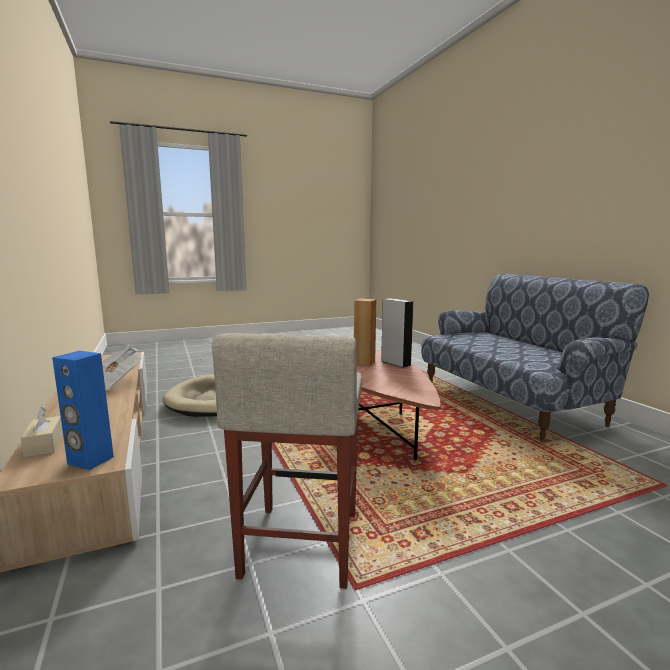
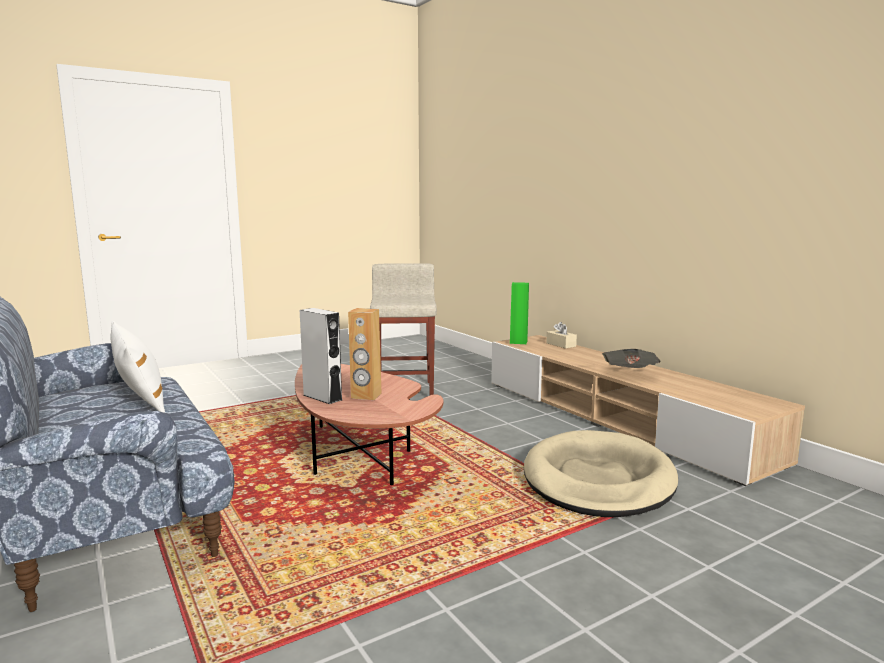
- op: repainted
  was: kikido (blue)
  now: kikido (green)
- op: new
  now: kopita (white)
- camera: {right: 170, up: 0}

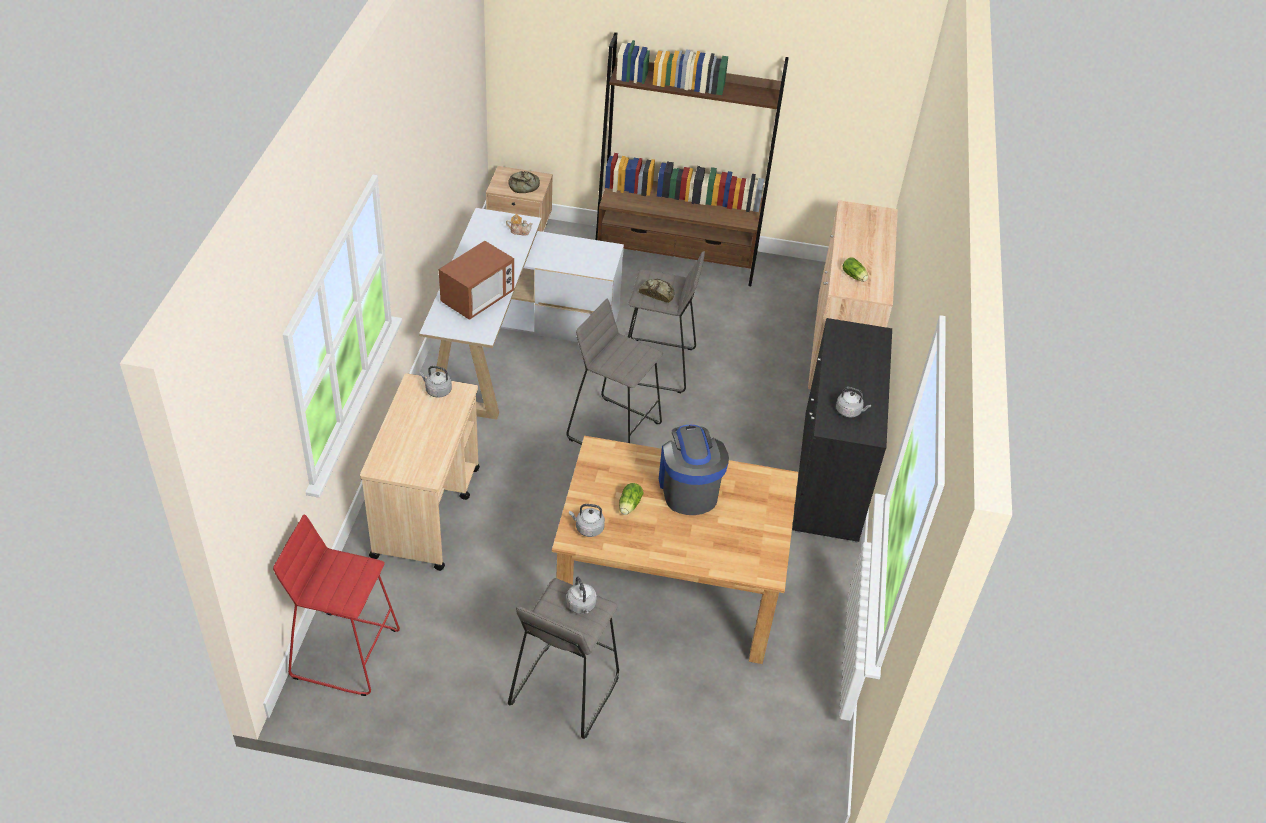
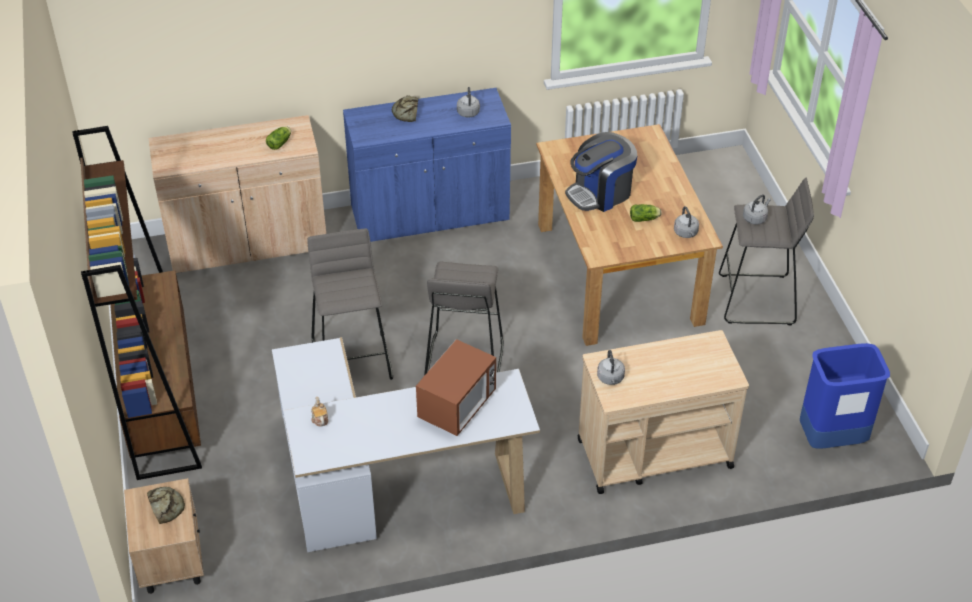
- op: rotated
  was: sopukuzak
  clockwise: 105
- op: shifted
  was: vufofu (no. 2 from left)
- op: repainted
  was: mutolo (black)
  now: mutolo (blue)
- op: swapped
  was: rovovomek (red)
  now: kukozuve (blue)
- camera: {right: -110, up: 0}

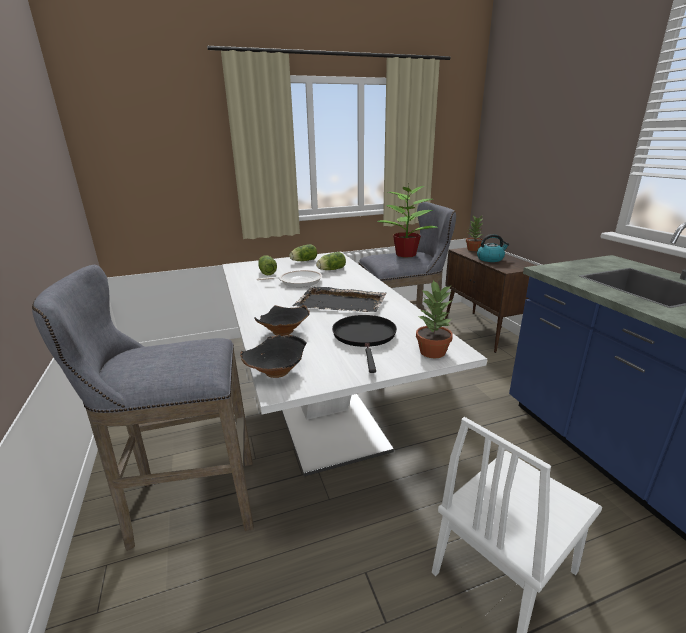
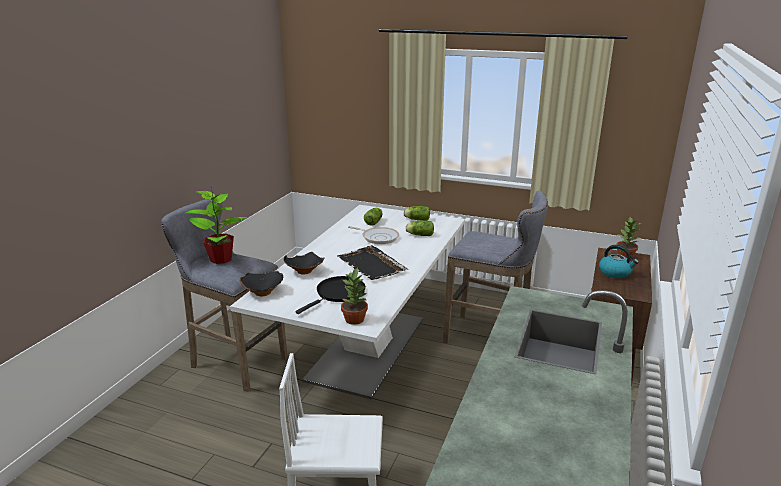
- op: shifted
  was: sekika (no. 1 from left)
- camera: {right: 40, up: 0}

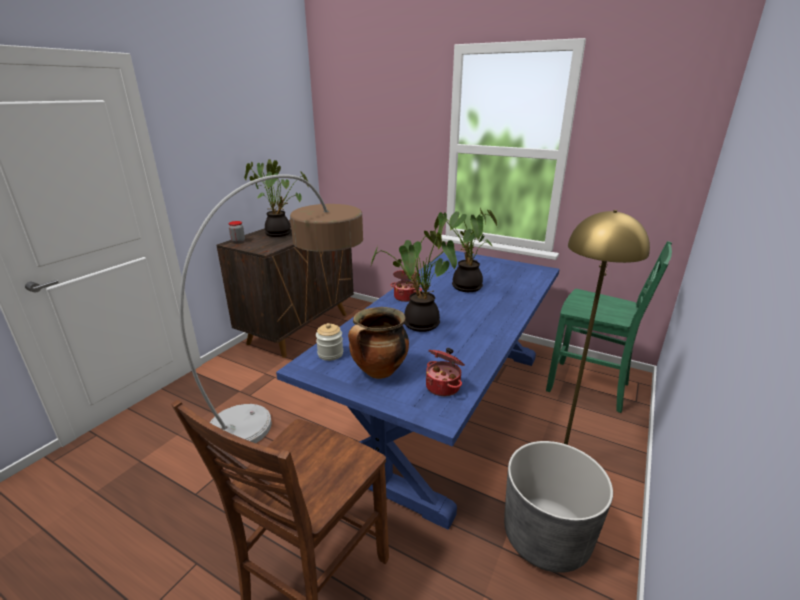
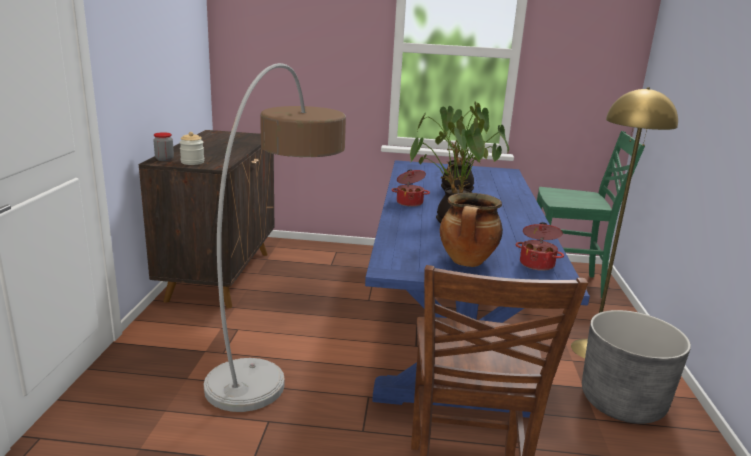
- op: gone
  was: sekika (no. 1 from left)
- op: shifted
  was: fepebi (no. 2 from left)
- camera: {right: -25, up: -5}

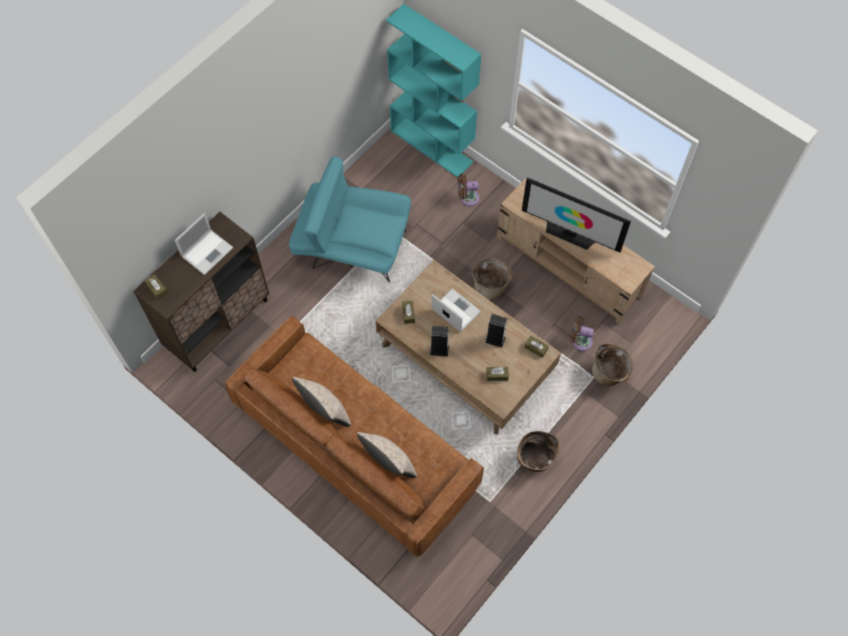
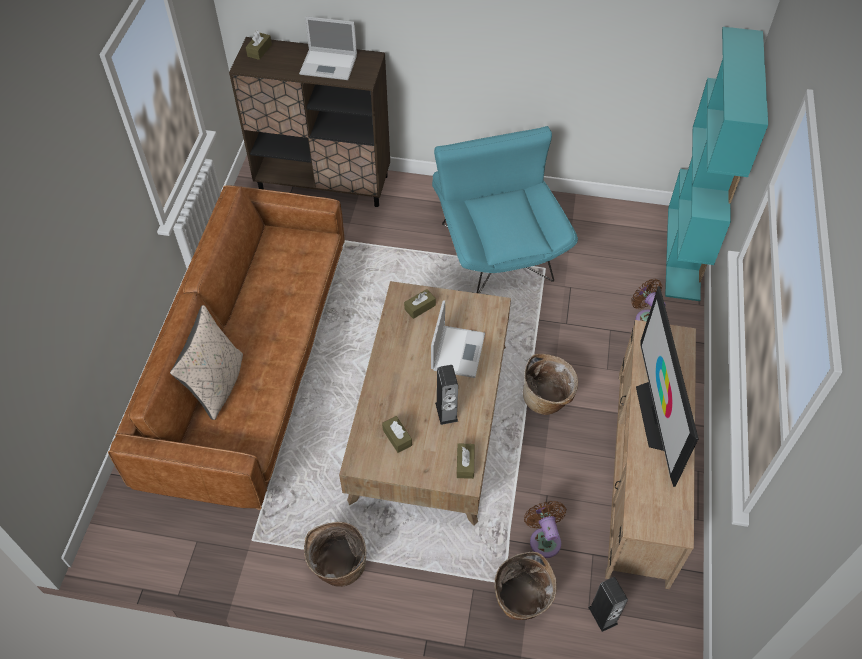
- op: shifted
  was: kikido (no. 1 from left in the first image)
  now: kikido (no. 2 from left)
- op: gone
  was: kopita (beige) (no. 1 from left)
- camera: {right: 60, up: -10}

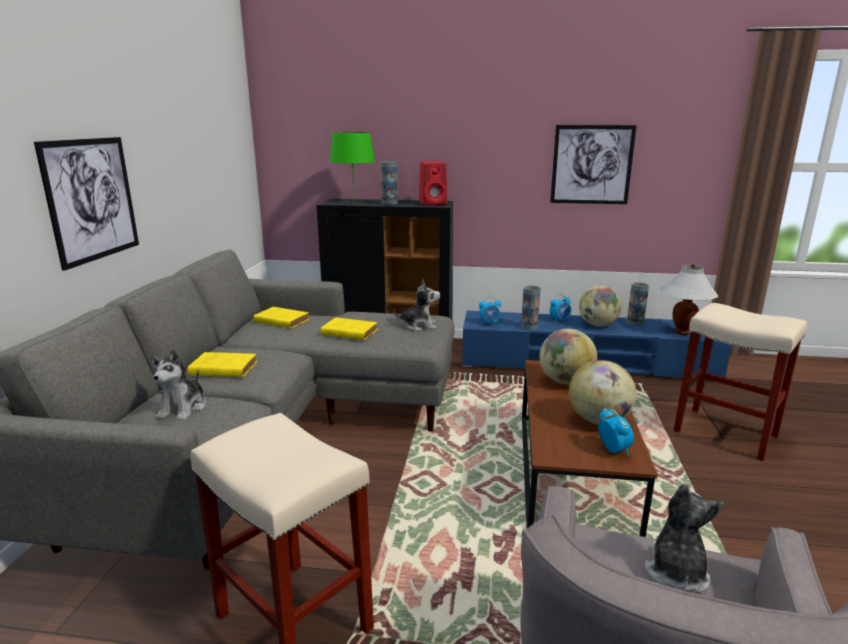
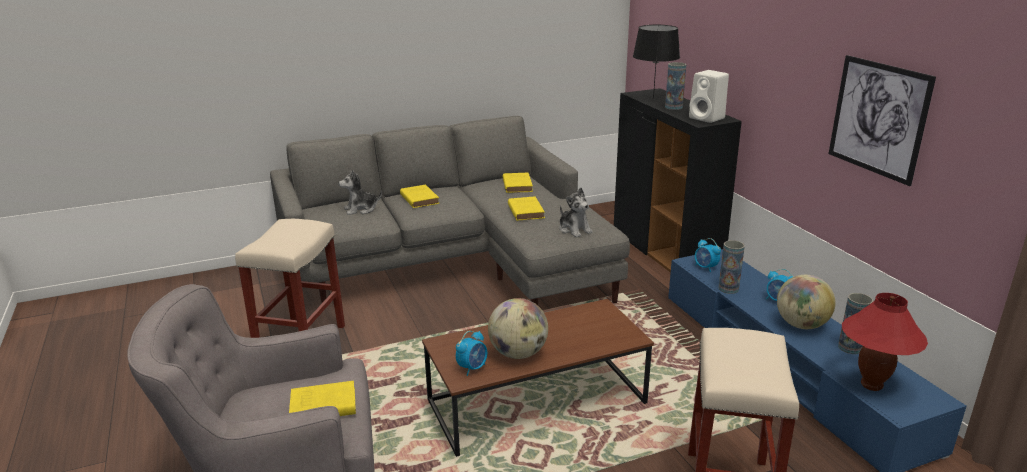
- op: repainted
  was: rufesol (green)
  now: rufesol (black)
- op: gone
  was: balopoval (no. 1 from left)
- op: repainted
  was: kikido (red)
  now: kikido (white)
- op: repainted
  was: rufesol (white)
  now: rufesol (red)
- op: gone
  was: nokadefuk (no. 1 from left)
- op: swapped
  was: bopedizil (no. 3 from left)
  now: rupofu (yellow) (no. 1 from left)
- camera: {right: 60, up: 5}

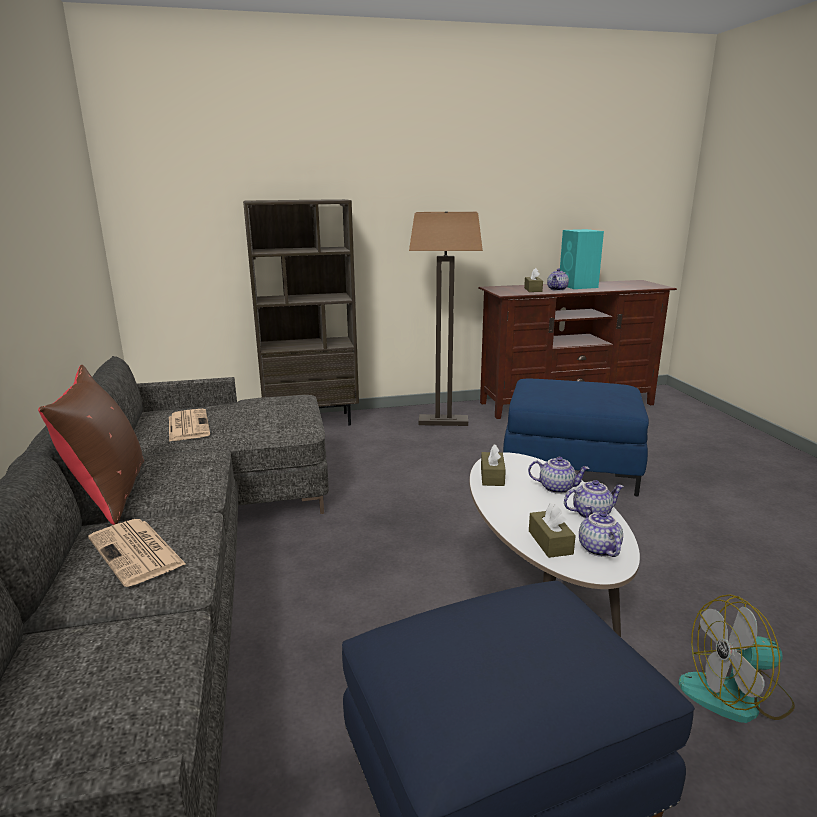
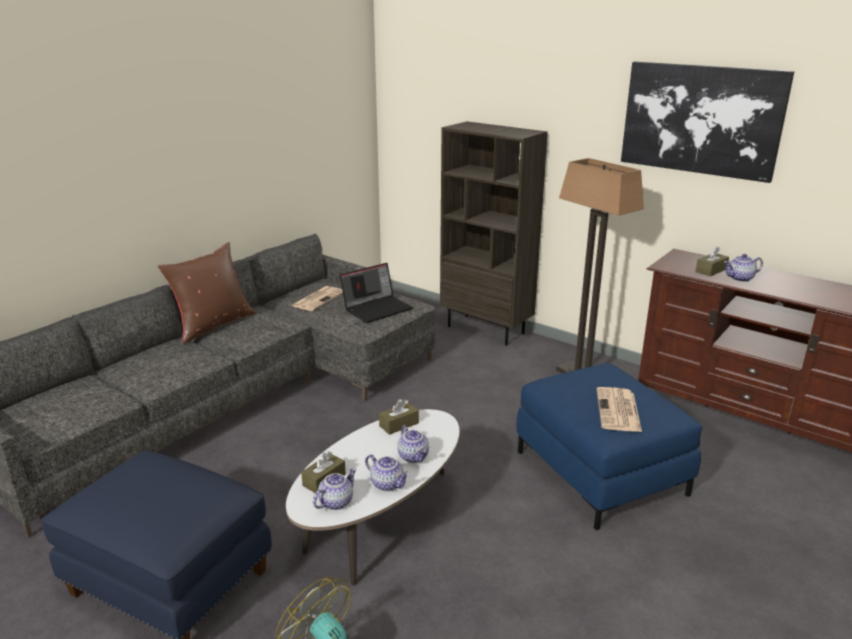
- op: gone
  was: kikido (turquoise)
- op: shifted
  was: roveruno (no. 1 from left in the first image)
  now: roveruno (no. 2 from left)
- op: new
  now: balopoval
- op: new
  now: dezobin
- camera: {right: 50, up: 5}

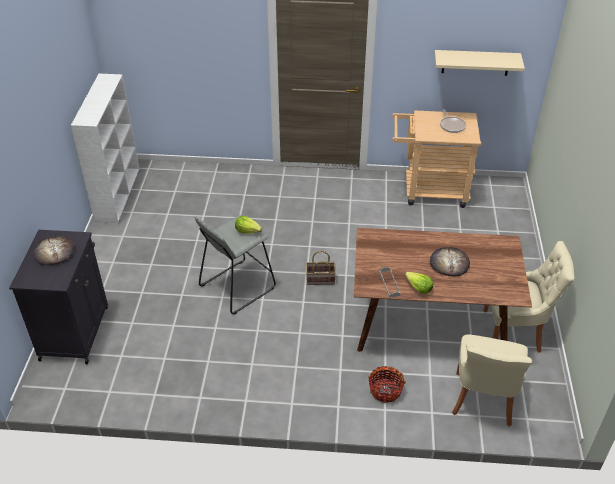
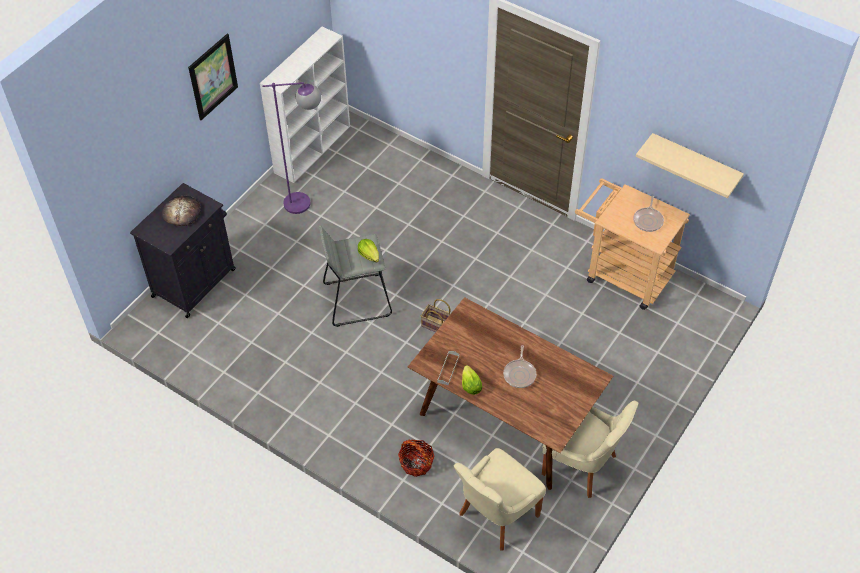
- op: swapped
  was: vufofu (no. 2 from left)
  now: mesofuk (no. 1 from left)
- op: new
  now: balopoval
- op: new
  now: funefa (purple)
- camera: {right: 30, up: 10}

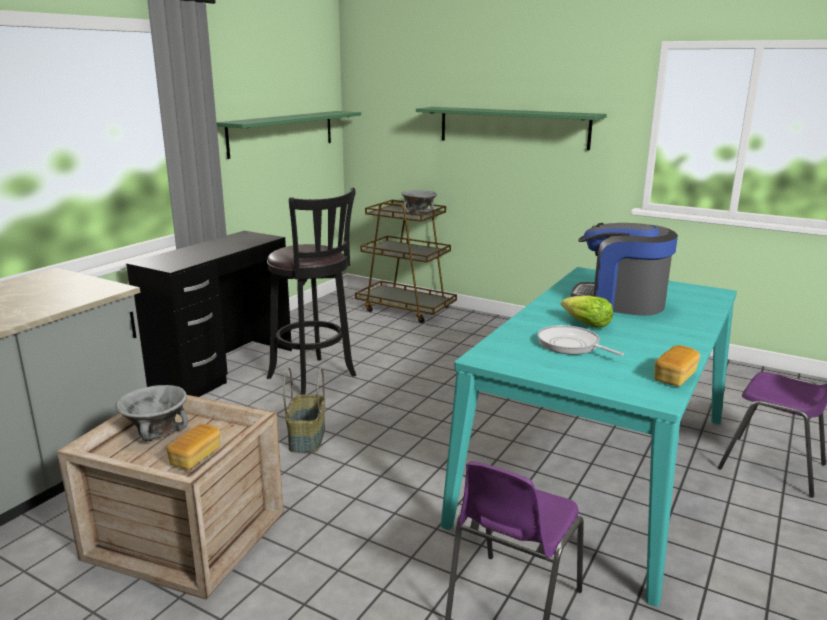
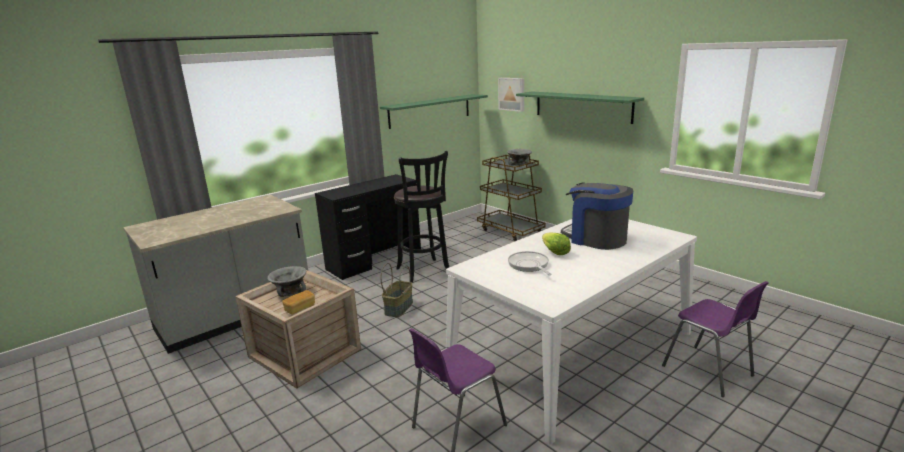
- op: repainted
  was: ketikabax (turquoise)
  now: ketikabax (white)
- op: gone
  was: vufofu (no. 2 from left)
- op: new
  now: balopoval
- camera: {right: 20, up: 0}

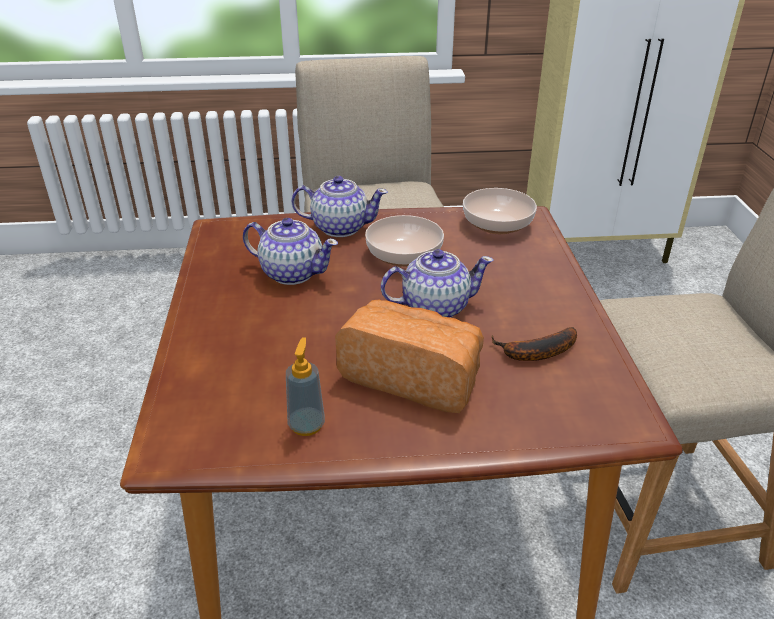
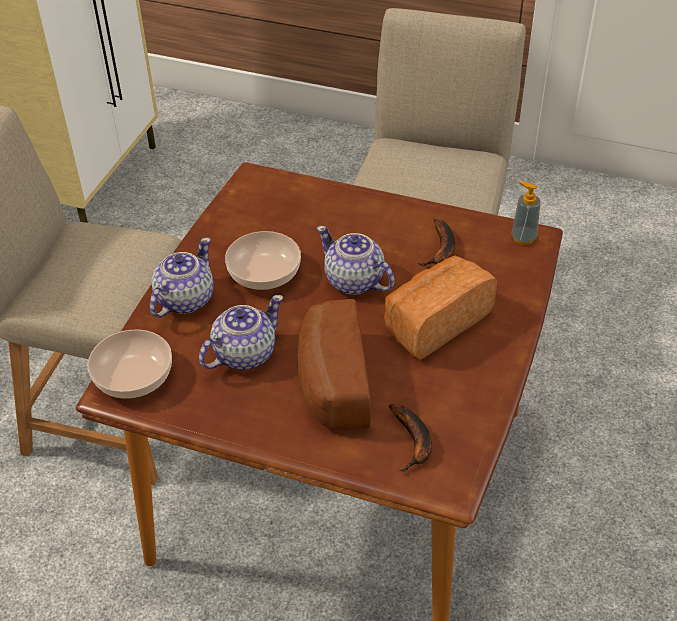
- op: shifted
  was: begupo (no. 2 from left in the first image)
  now: begupo (no. 1 from left)
- op: rotated
  was: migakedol (no. 3 from left)
  clockwise: -60
- op: shifted
  was: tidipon
- op: new
  now: vufofu (no. 1 from left)
- op: new
  now: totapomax (no. 1 from left)
- camera: {right: -65, up: 10}

